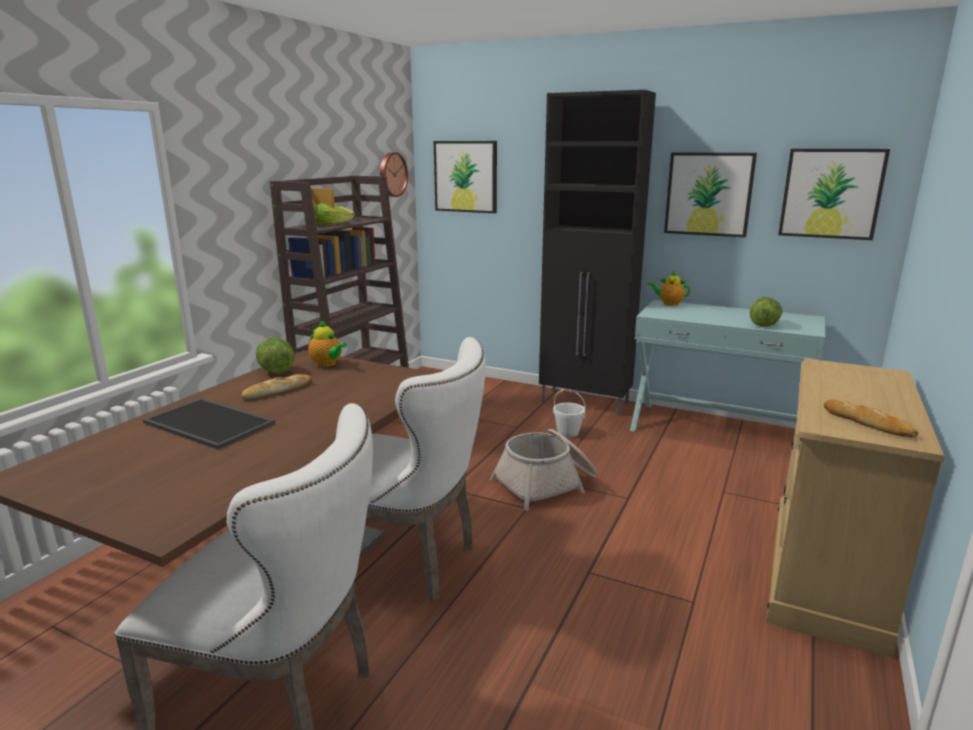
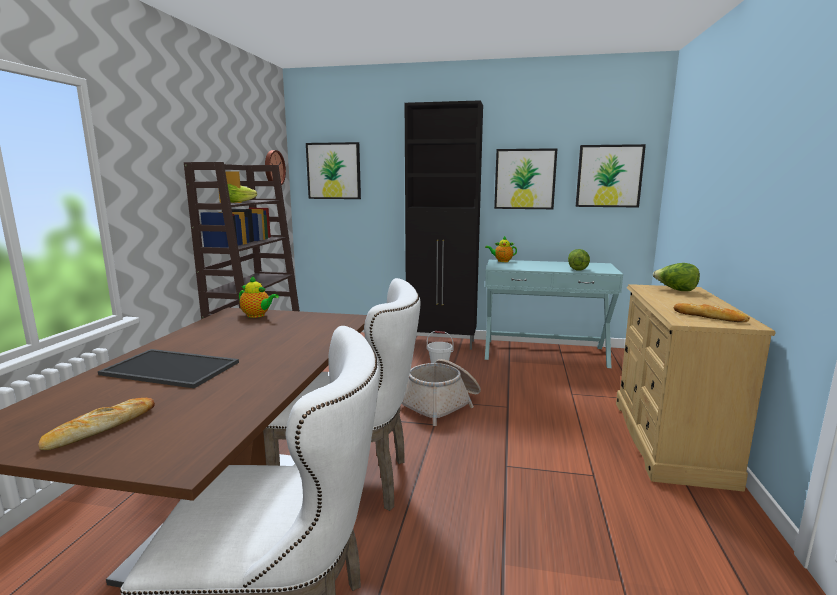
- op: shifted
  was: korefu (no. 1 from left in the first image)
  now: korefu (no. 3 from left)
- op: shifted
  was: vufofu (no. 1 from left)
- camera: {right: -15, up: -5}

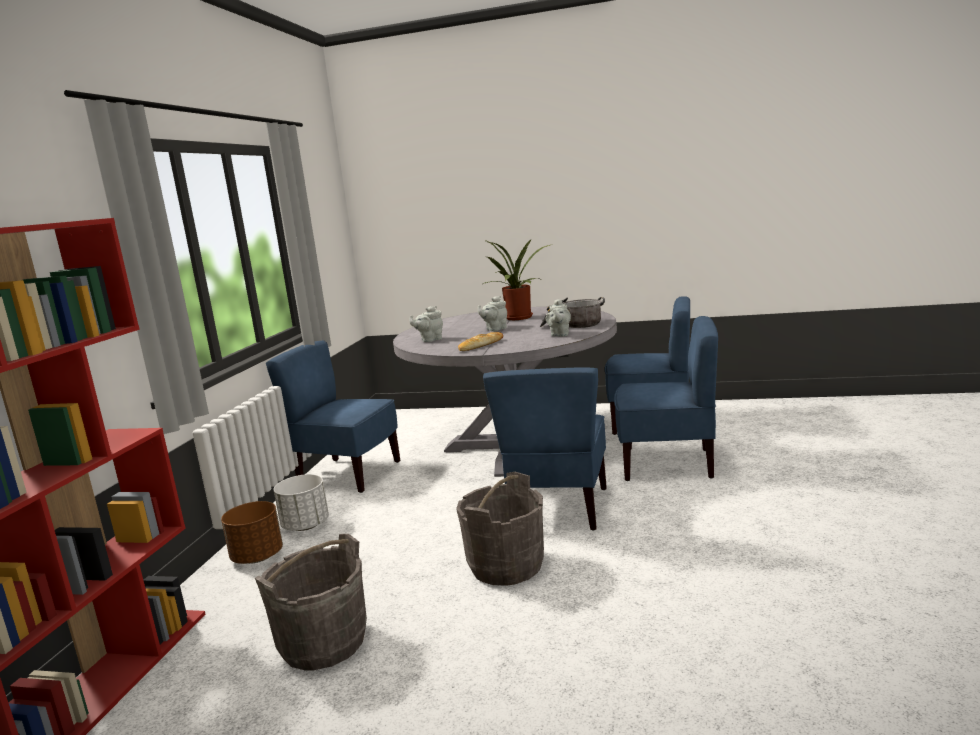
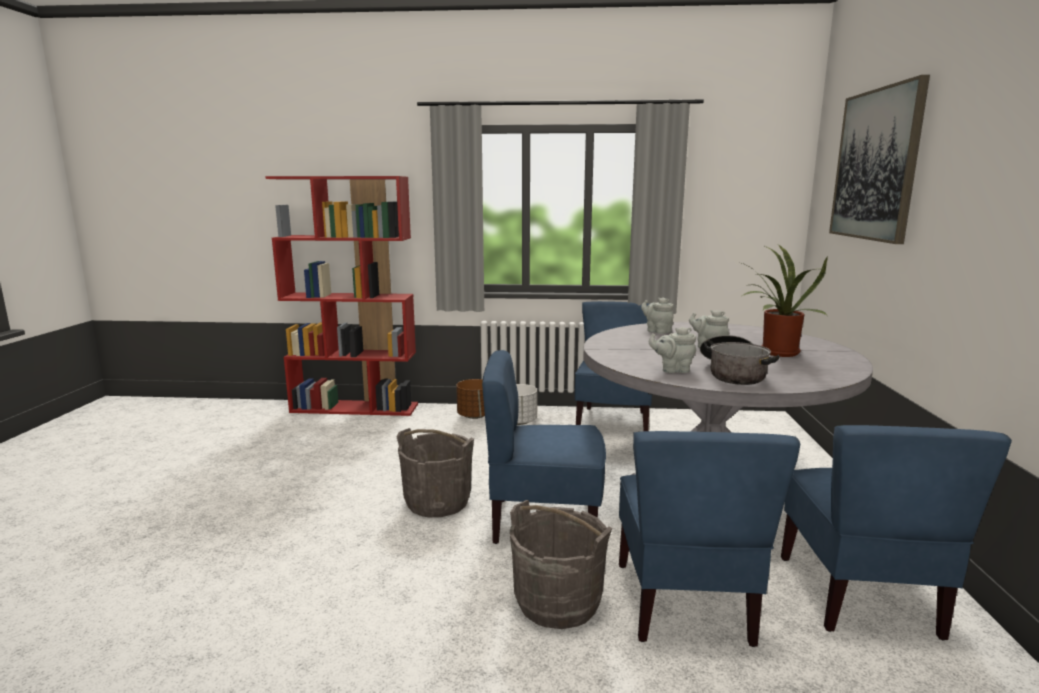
- op: gone
  was: vufofu
- op: shifted
  was: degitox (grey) (no. 1 from left in the first image)
  now: degitox (grey) (no. 2 from left)
- op: new
  now: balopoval
- camera: {right: 80, up: 0}

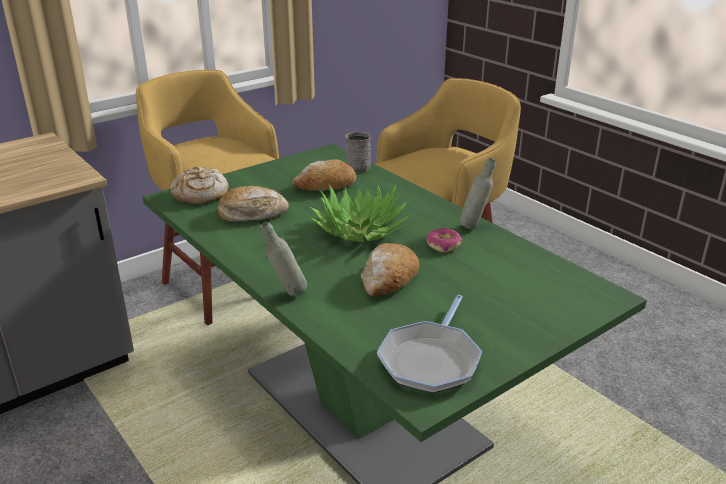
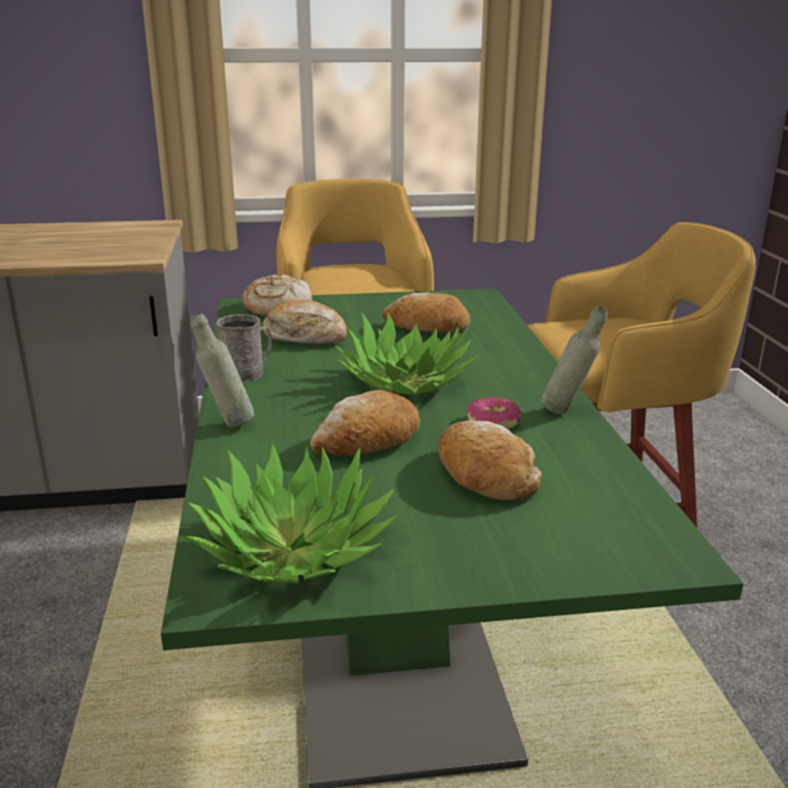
- op: shifted
  was: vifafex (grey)
- op: swapped
  was: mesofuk
  now: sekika (no. 1 from left)
- op: new
  now: vufofu (no. 5 from left)
- camera: {right: 30, up: -5}

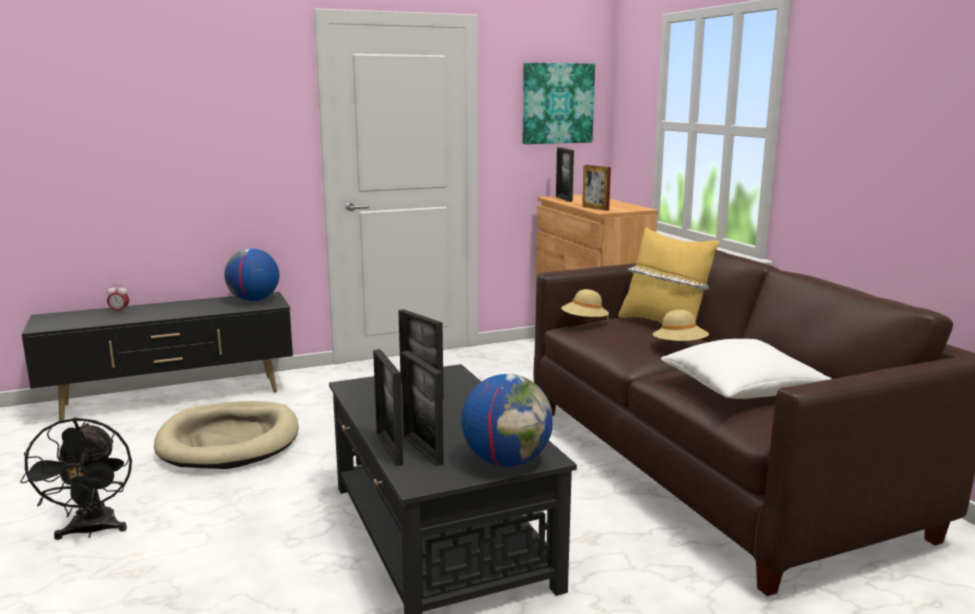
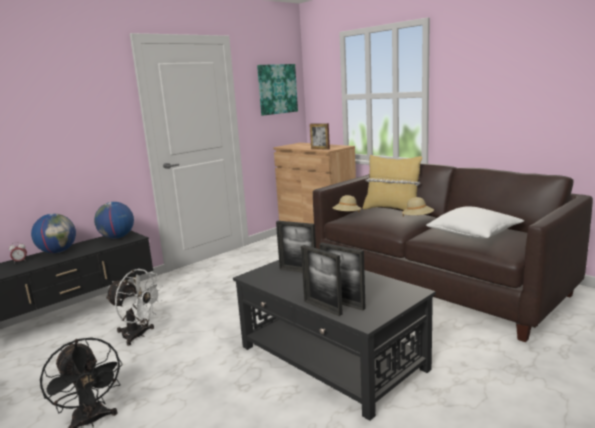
- op: gone
  was: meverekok (no. 4 from left)
- op: shifted
  was: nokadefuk (no. 2 from left in the first image)
  now: nokadefuk (no. 1 from left)
- op: swapped
  was: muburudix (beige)
  now: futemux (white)
- camera: {right: -20, up: 0}

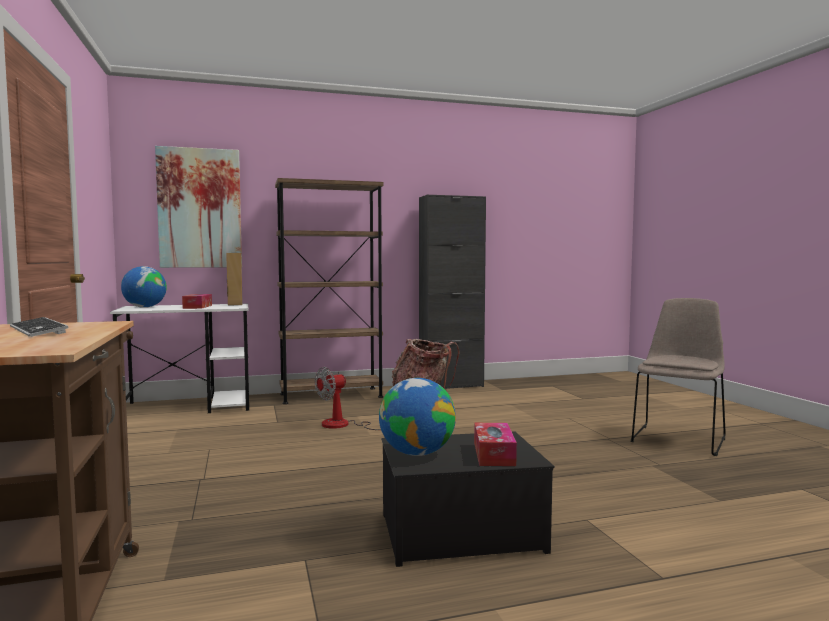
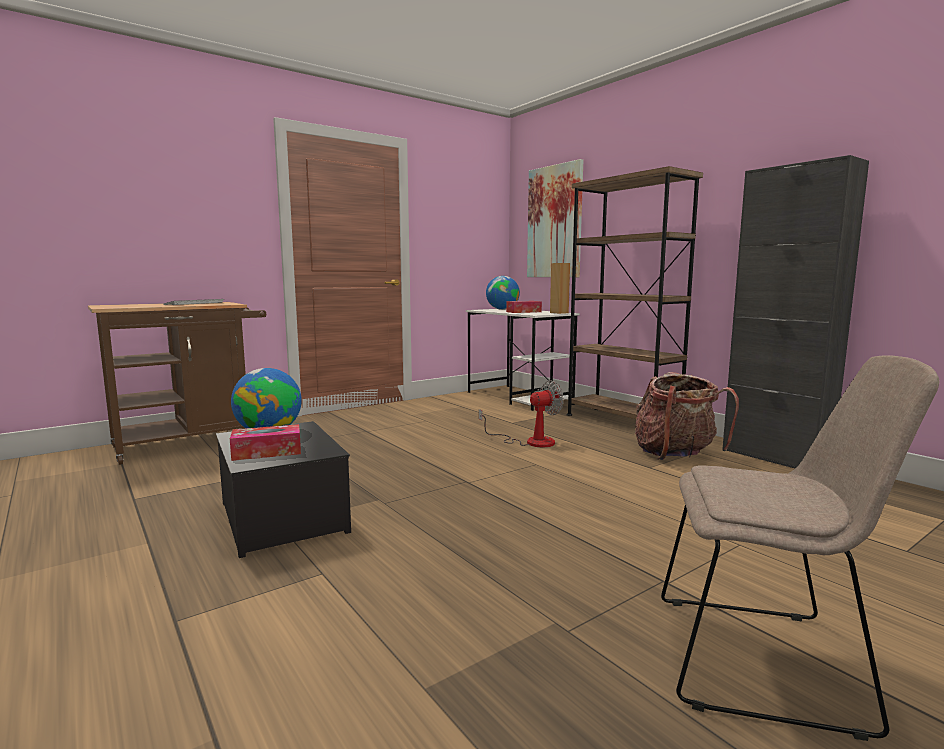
- op: rotated
  was: futemux
  clockwise: 120
- camera: {right: 70, up: 5}

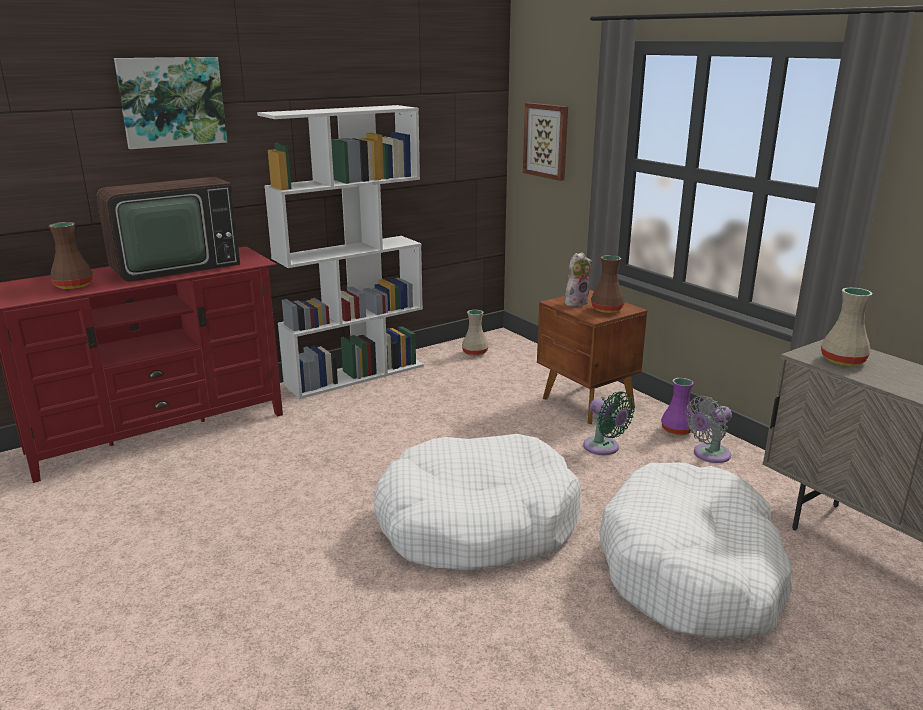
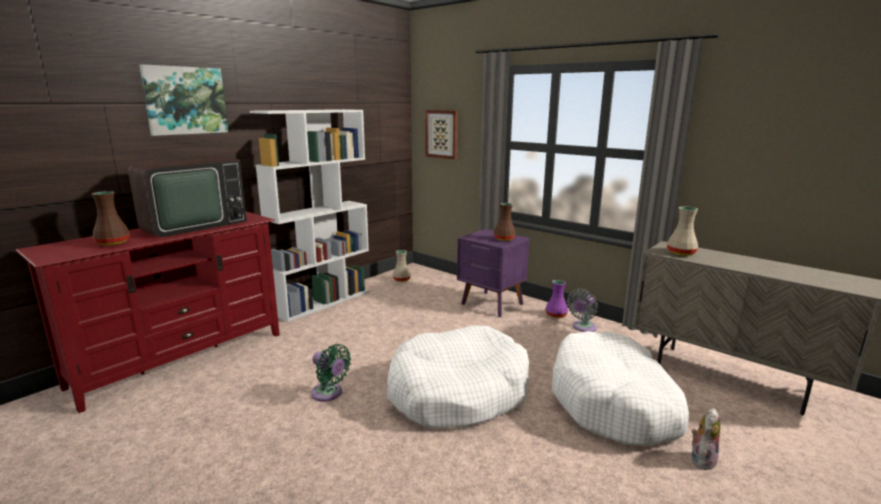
- op: shifted
  was: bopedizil
- op: repainted
  was: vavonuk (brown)
  now: vavonuk (purple)
- op: shifted
  was: futemux (green)
- camera: {right: -15, up: -5}

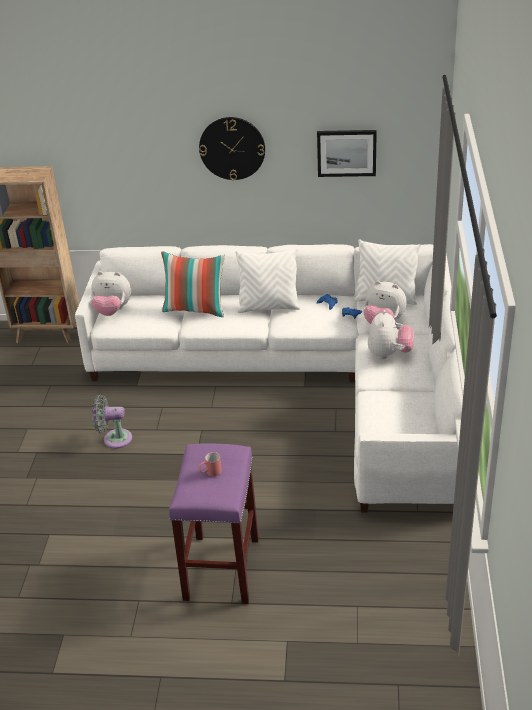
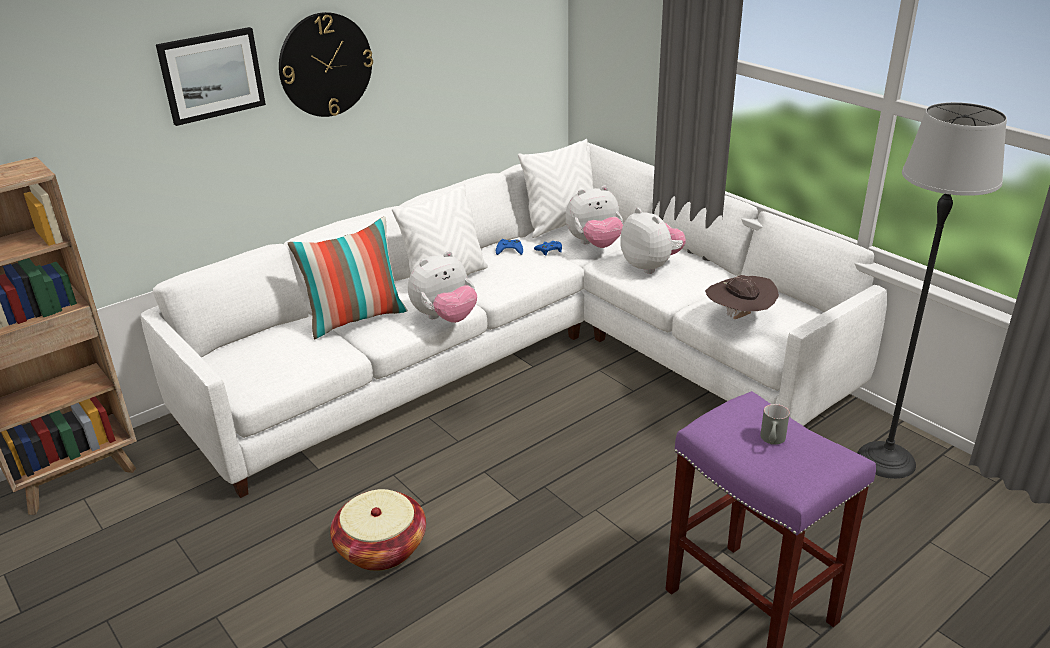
- op: shifted
  was: balopoval
- op: shifted
  was: bopedizil (no. 1 from left)
- op: swapped
  was: futemux (grey)
  now: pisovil
- op: repainted
  was: vifafex (red)
  now: vifafex (grey)
- op: new
  now: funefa
- op: new
  now: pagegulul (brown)
- camera: {right: -45, up: -5}

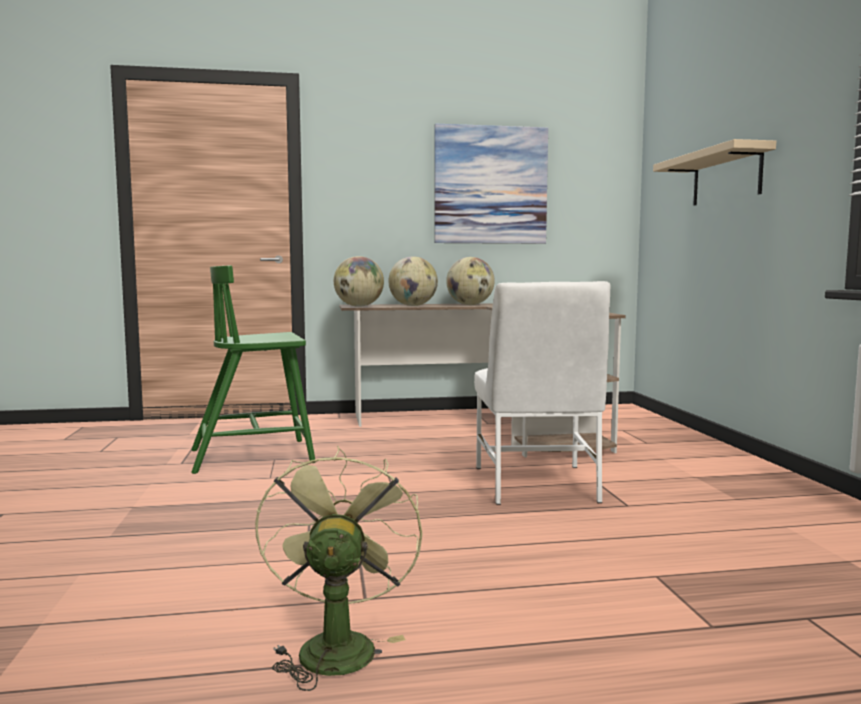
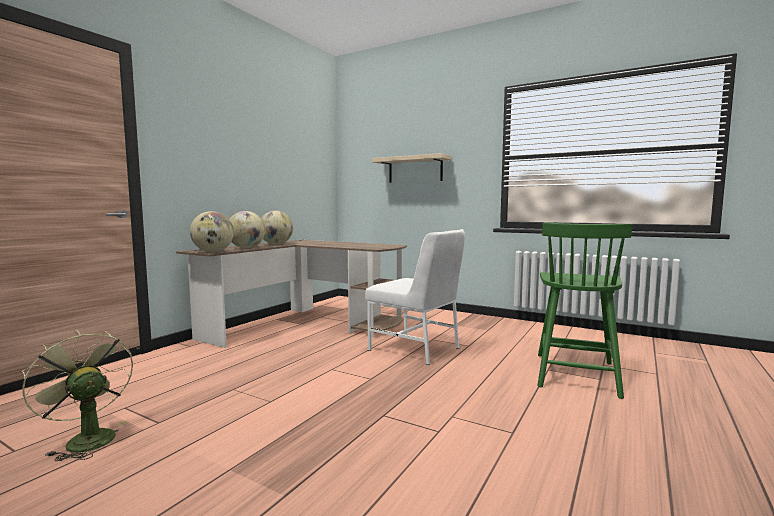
- op: gone
  was: balopoval
- op: shifted
  was: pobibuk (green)
- op: shifted
  was: futemux (green)
- camera: {right: -50, up: 0}

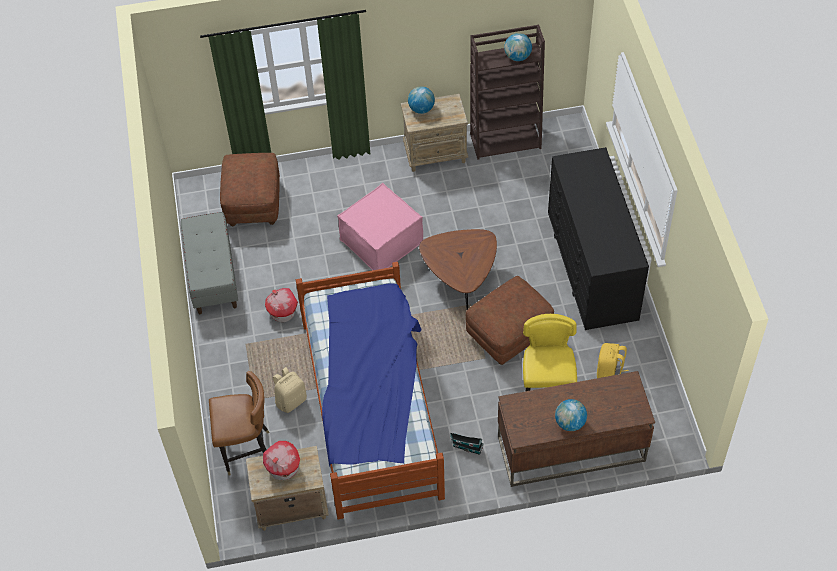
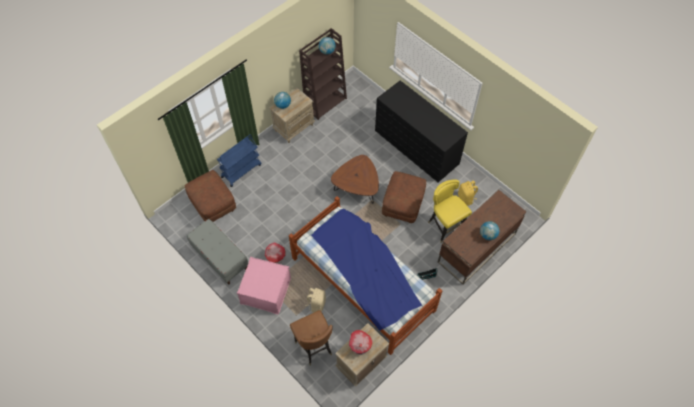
- op: shifted
  was: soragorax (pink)
- op: rotated
  was: pobibuk (brown)
  clockwise: 105
- op: new
  now: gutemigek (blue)
- camera: {right: -35, up: 5}

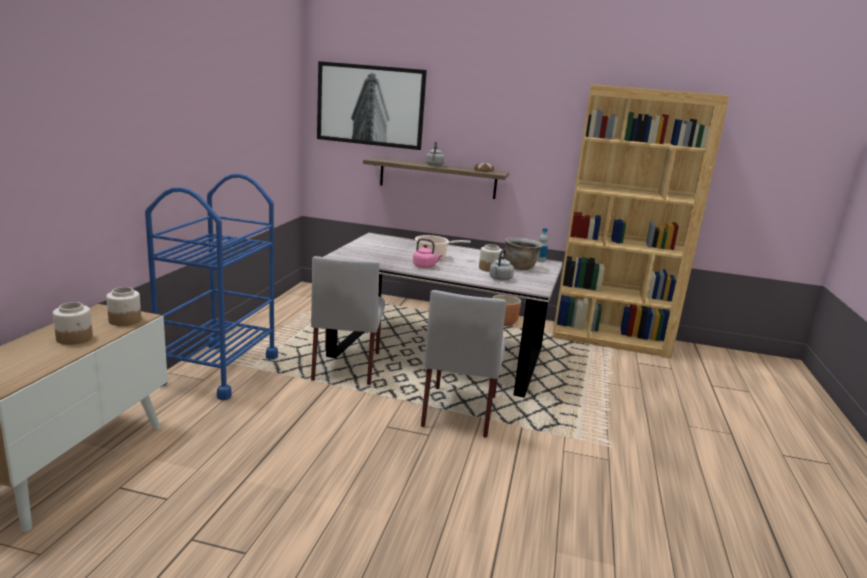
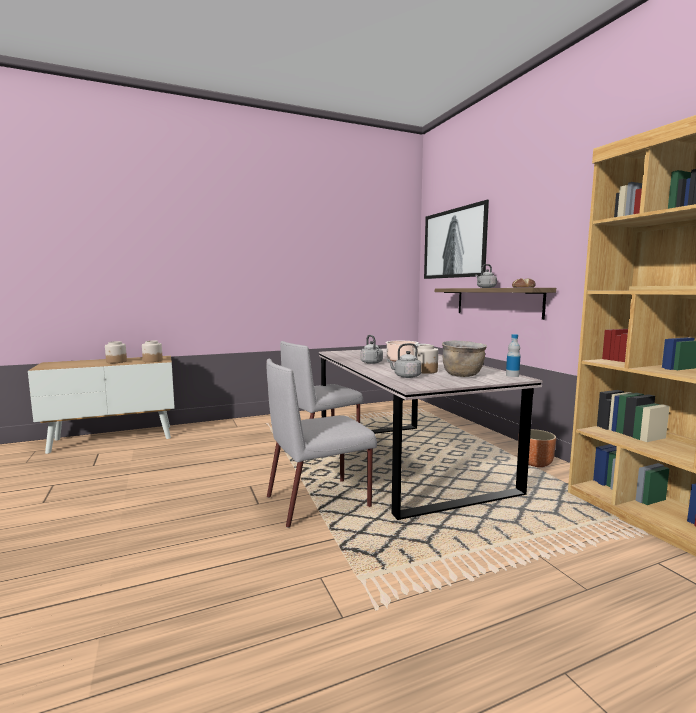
- op: gone
  was: gutemigek (blue)
- op: repainted
  was: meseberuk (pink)
  now: meseberuk (grey) (no. 1 from left)
- camera: {right: 55, up: -10}

